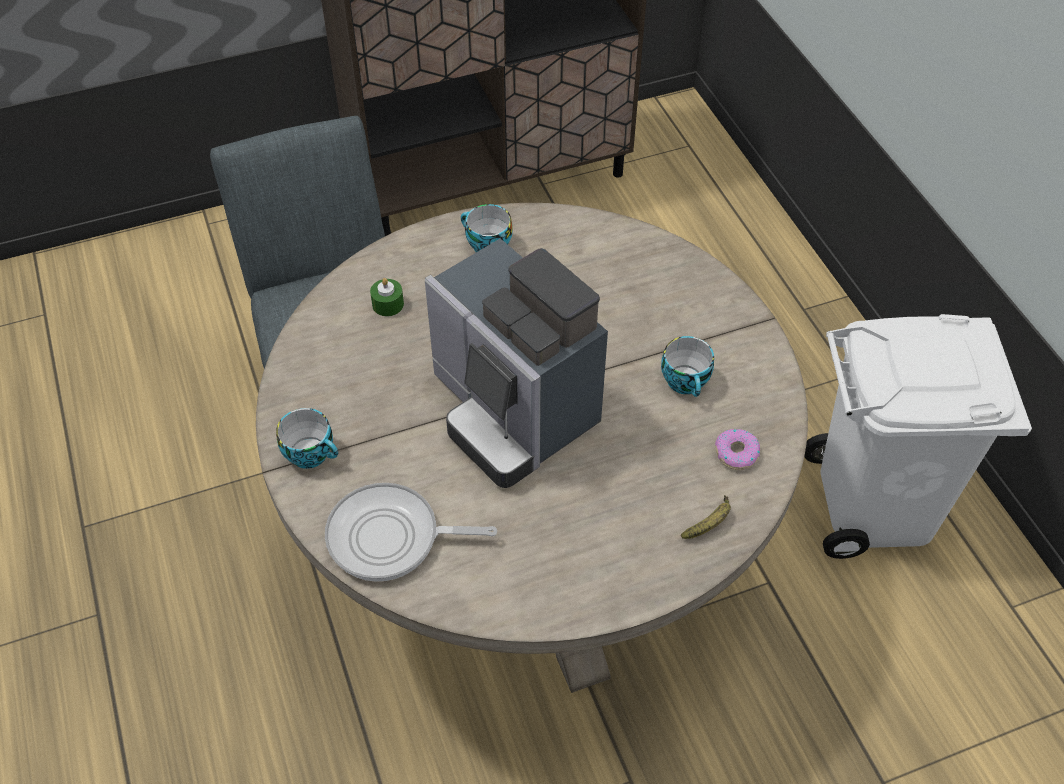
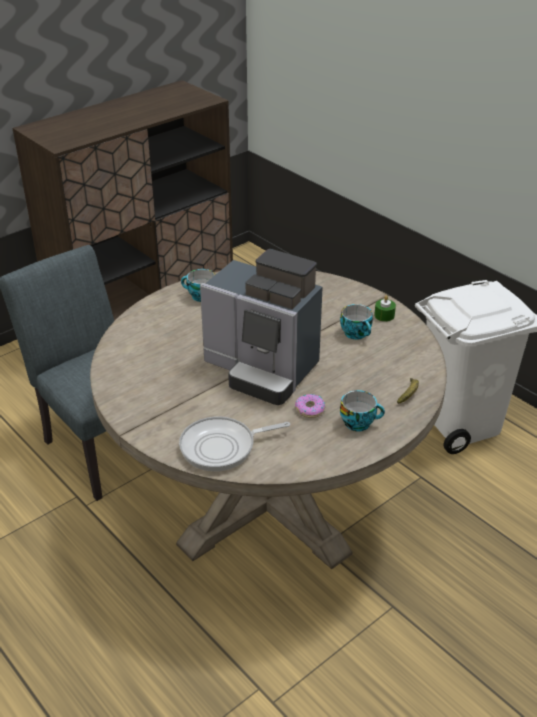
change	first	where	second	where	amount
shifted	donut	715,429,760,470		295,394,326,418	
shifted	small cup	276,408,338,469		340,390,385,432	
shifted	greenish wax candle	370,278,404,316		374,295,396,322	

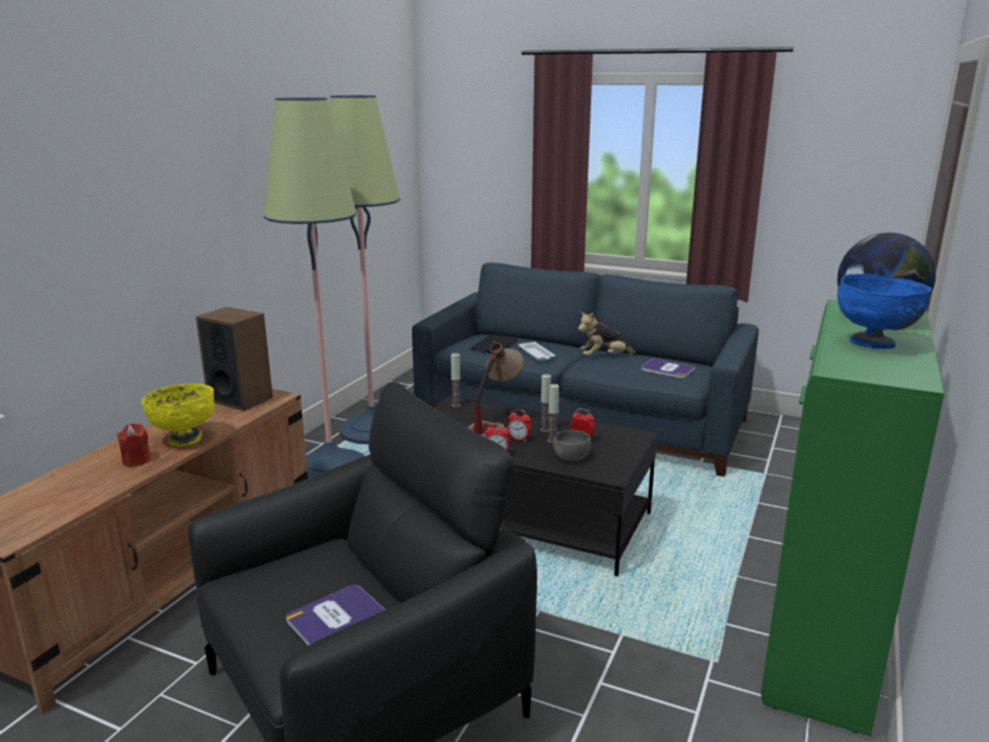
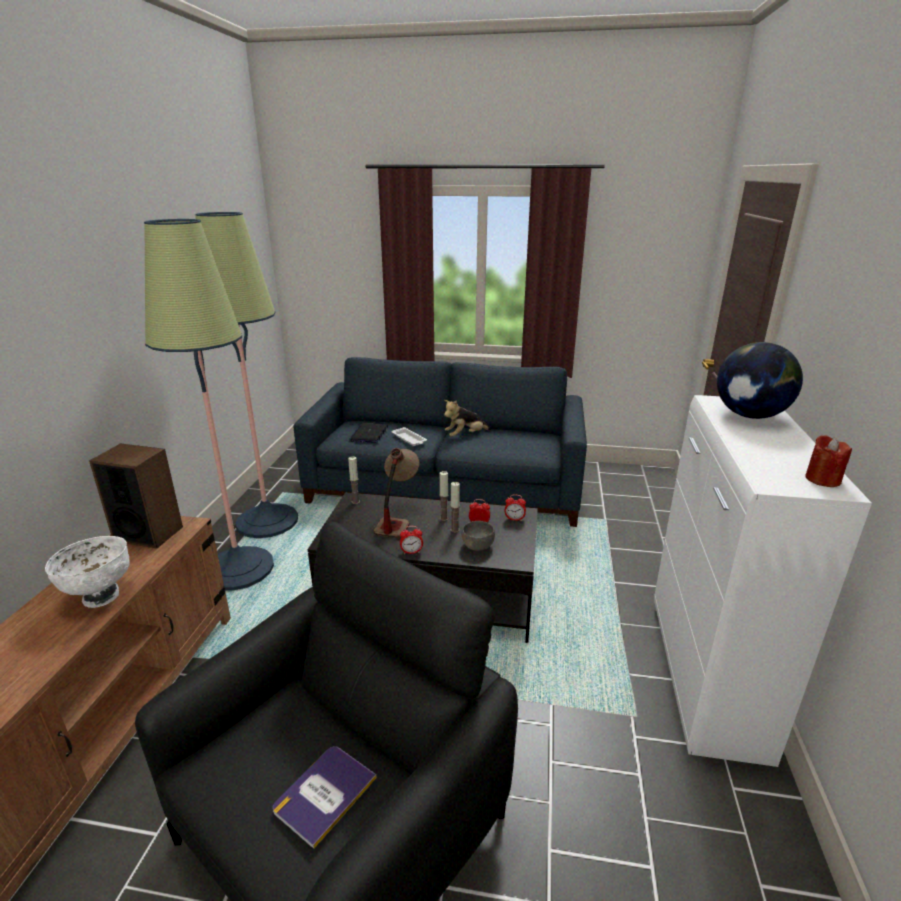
change	first	where	second	where	amount
repainted	yellowish serving bowl	141,384,214,446	white-coloured serving bowl	45,536,130,608	
shifted	alarm clock	507,409,531,442		505,494,526,521	
repainted	greenish cabinet	761,299,944,736	white-coloured cabinet	654,395,872,767	
shifted	reddish wax candle	117,423,151,467		805,435,852,487	
gone	volume	641,358,695,378			
gone	blue serving bowl	837,274,932,349			

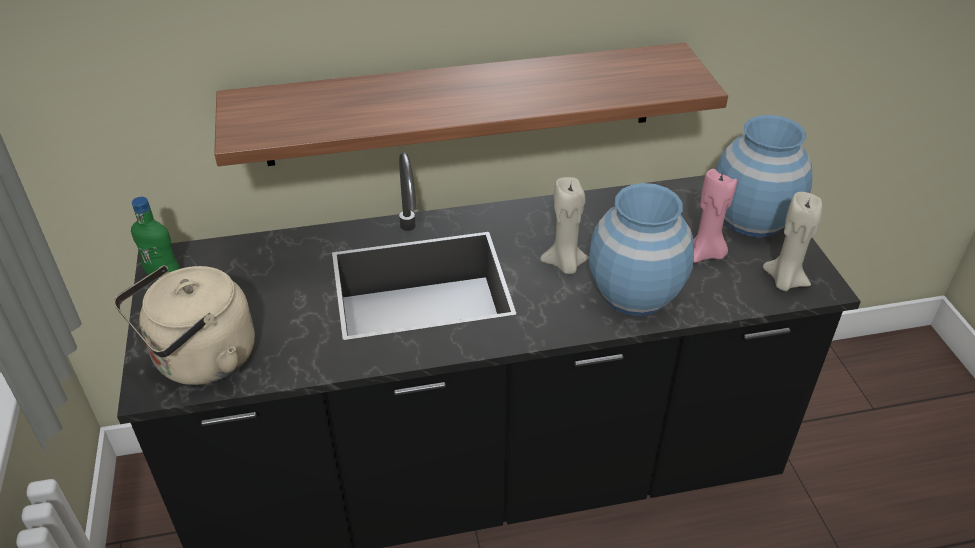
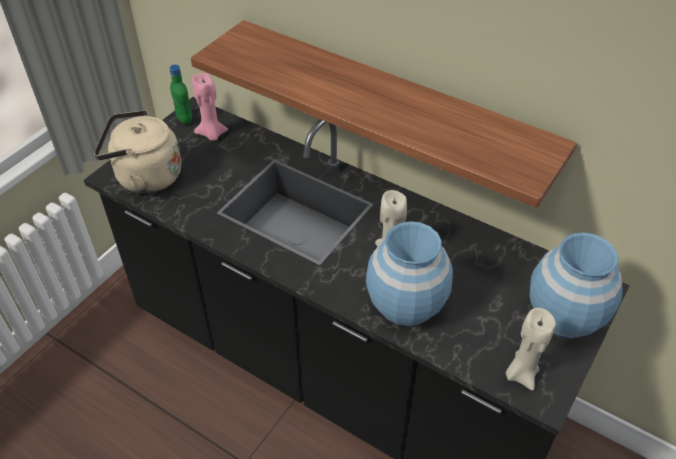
change	first	where	second	where	amount
shifted	pink-coloured wax candle	693,169,737,263		192,73,228,141	

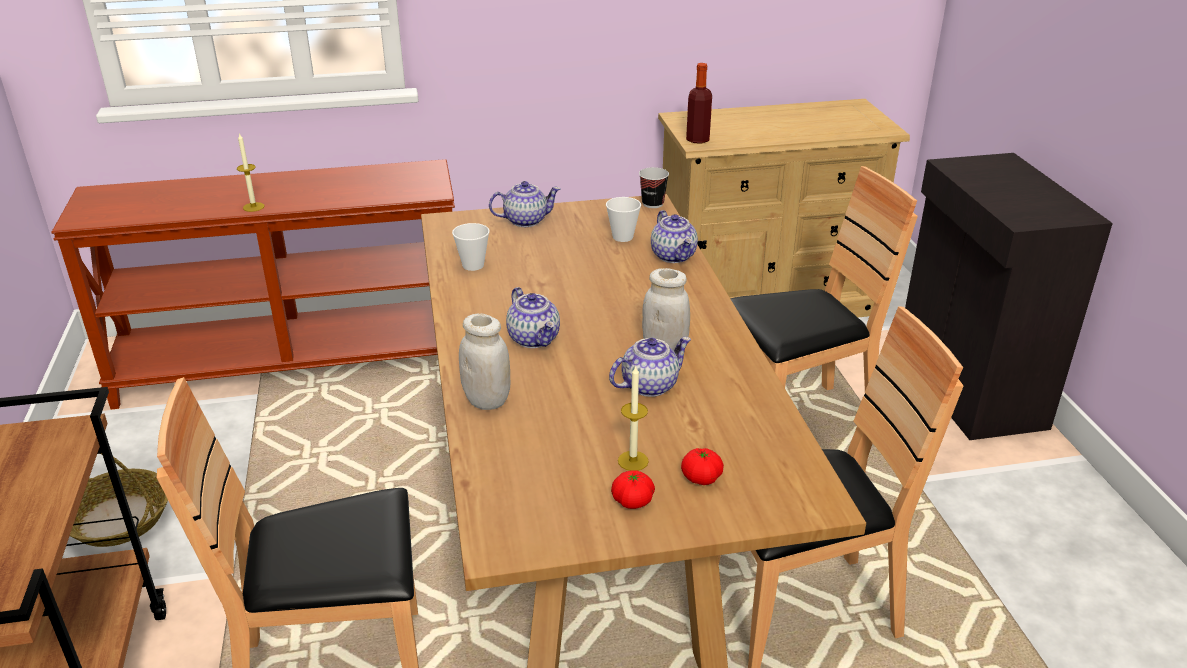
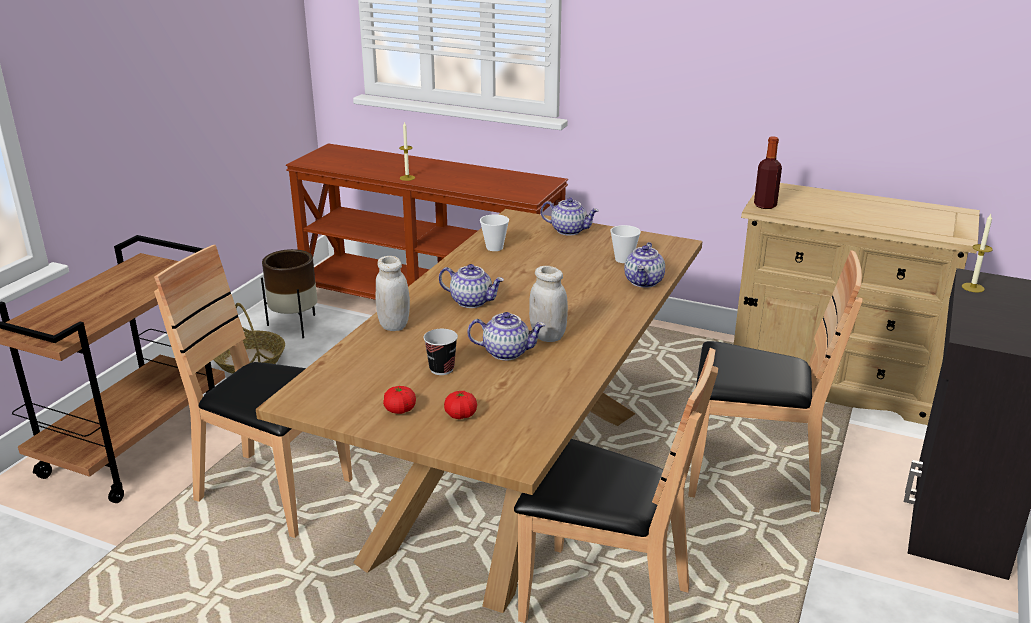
change	first	where	second	where	amount
new			brownish planter	261,249,318,338	
shifted	small cup	639,167,669,208		424,329,458,375	
rotated	pot for tea	506,287,560,348		439,264,504,308	75 degrees counterclockwise
shifted	wax candle	618,365,649,471		962,214,993,293	

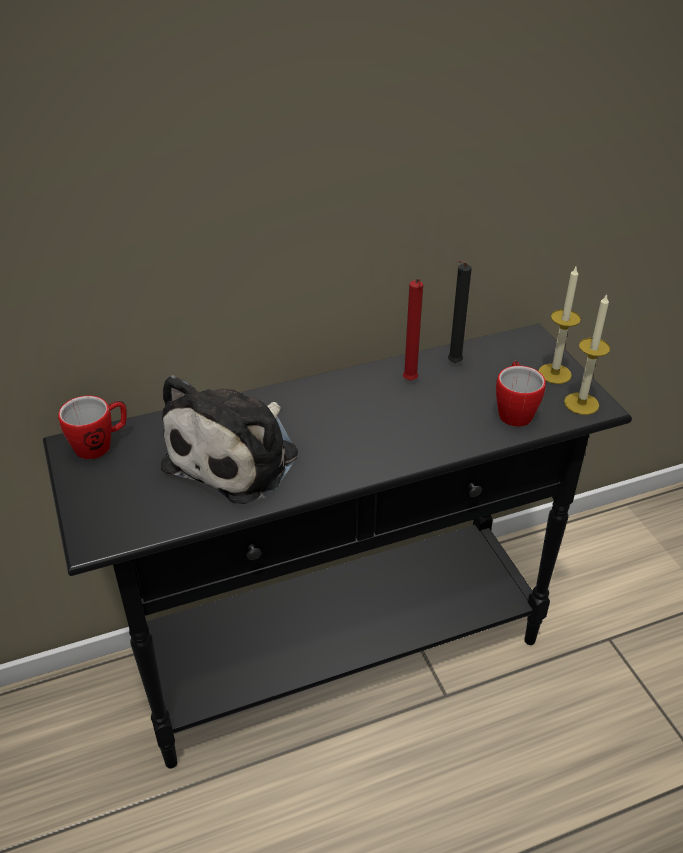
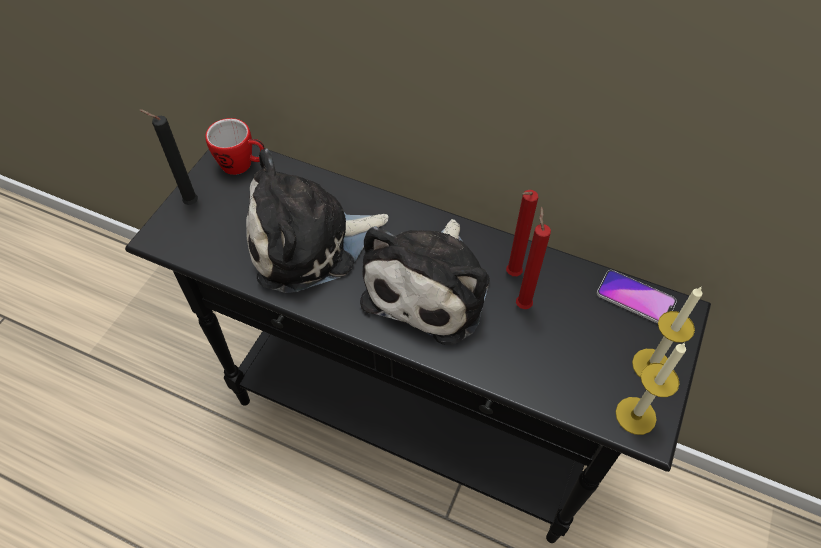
change	first	where	second	where	amount
shifted	black-coloured wax candle	448,260,472,363		140,110,198,205	
new			soft toy	360,219,490,345	
new			reddish wax candle	516,207,551,309	
new			handset	597,270,677,324	
gone	coffee mug	496,361,546,427			

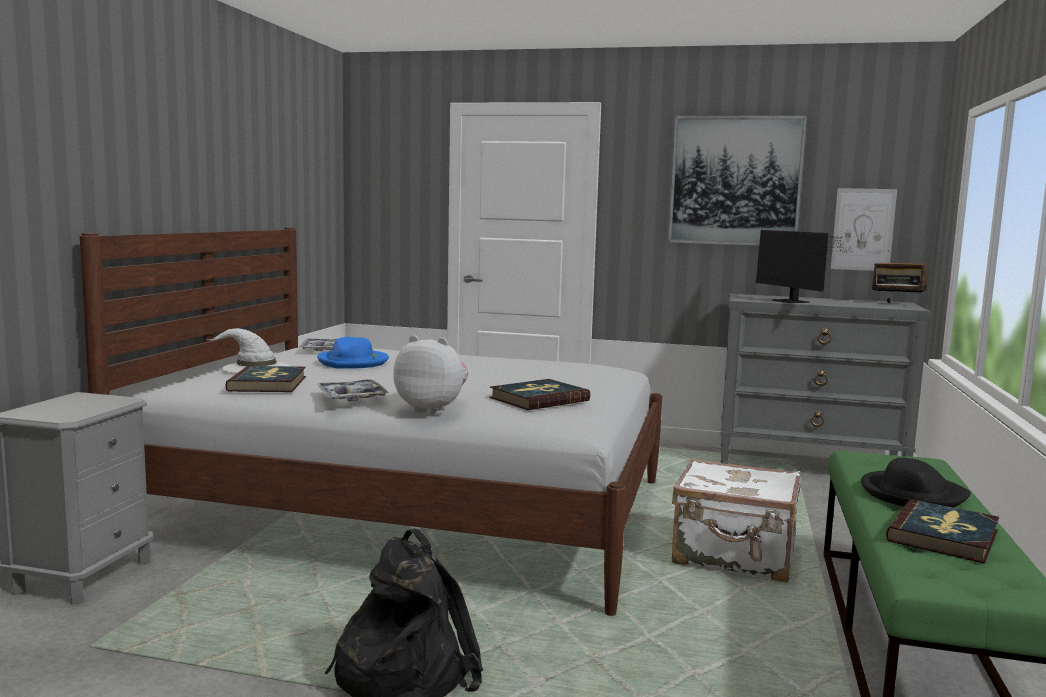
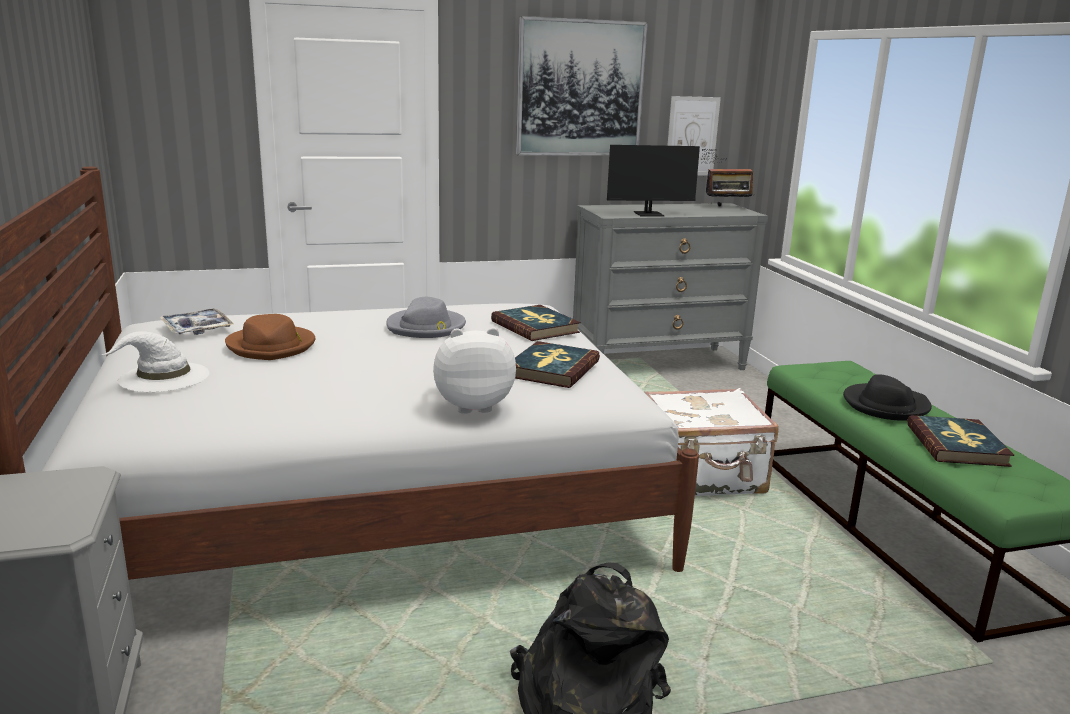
change	first	where	second	where	amount
repainted	blue wearable hat	318,337,389,369	brownish wearable hat	225,314,315,360	
new			grey wearable hat	386,297,466,338	
shifted	volume	225,366,306,392		491,305,581,341	
rotated	computer display	755,230,849,303		607,145,722,216	45 degrees counterclockwise
gone	serving tray	317,379,389,401			

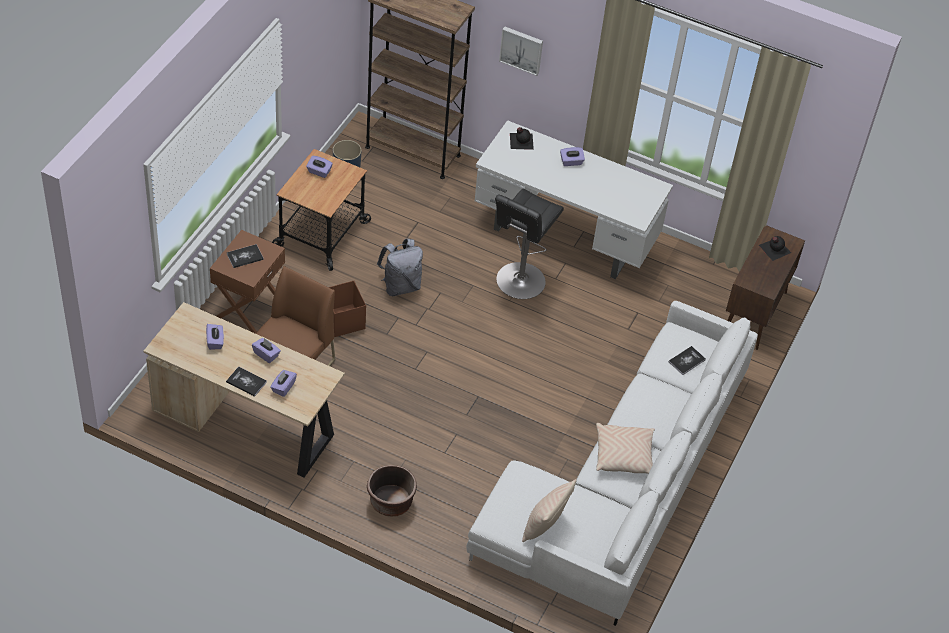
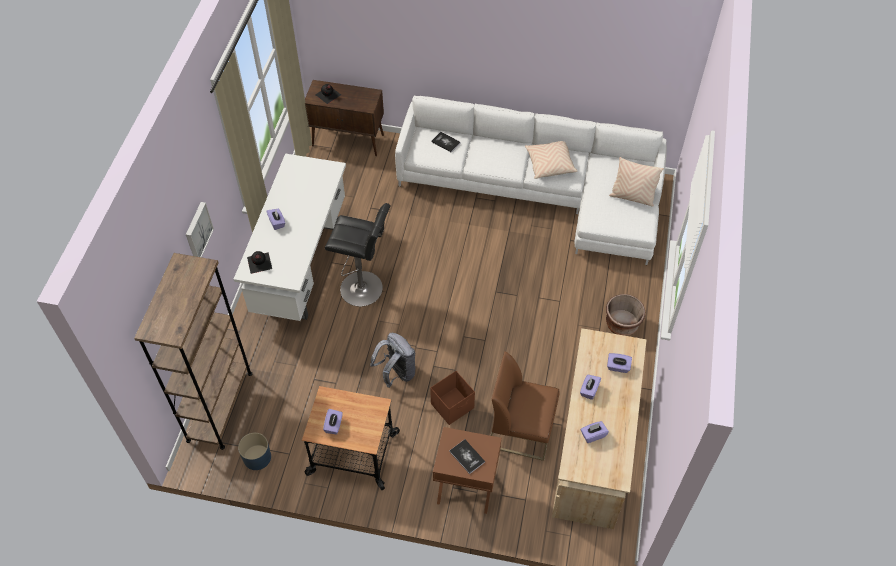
change	first	where	second	where	amount
gone	volume	226,366,267,397			

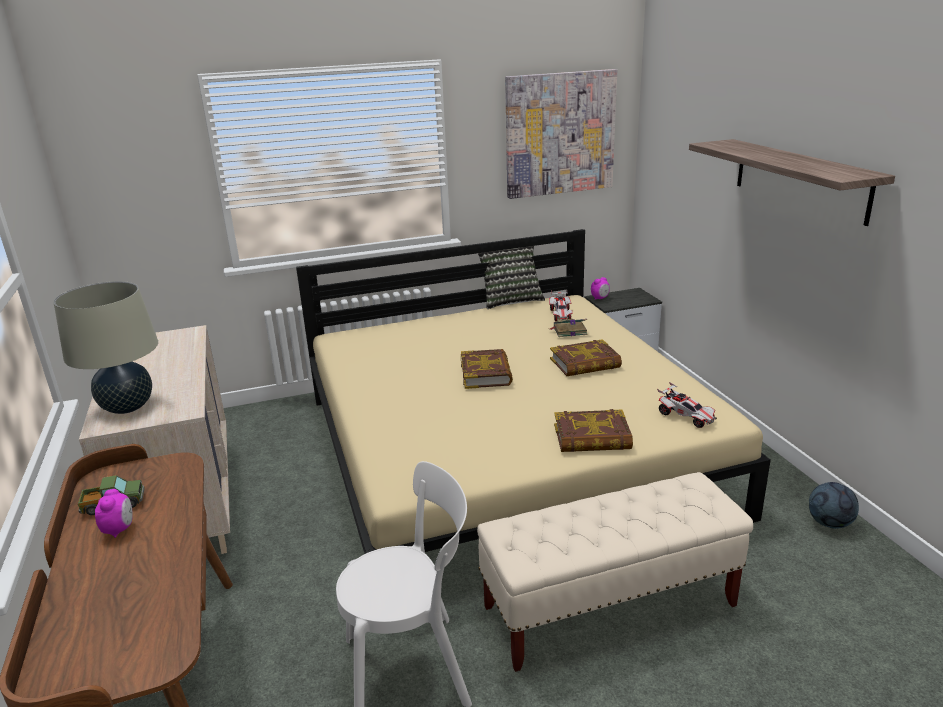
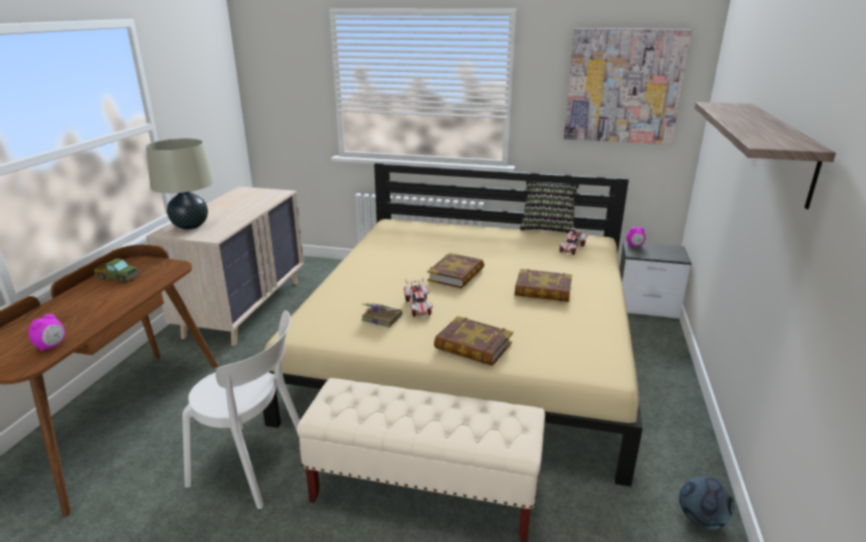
change	first	where	second	where	amount
shifted	alarm clock	95,489,133,538		28,314,65,352	
shifted	volume	549,319,587,337		361,303,402,328	
shifted	toy car	657,382,717,428		404,277,433,317	

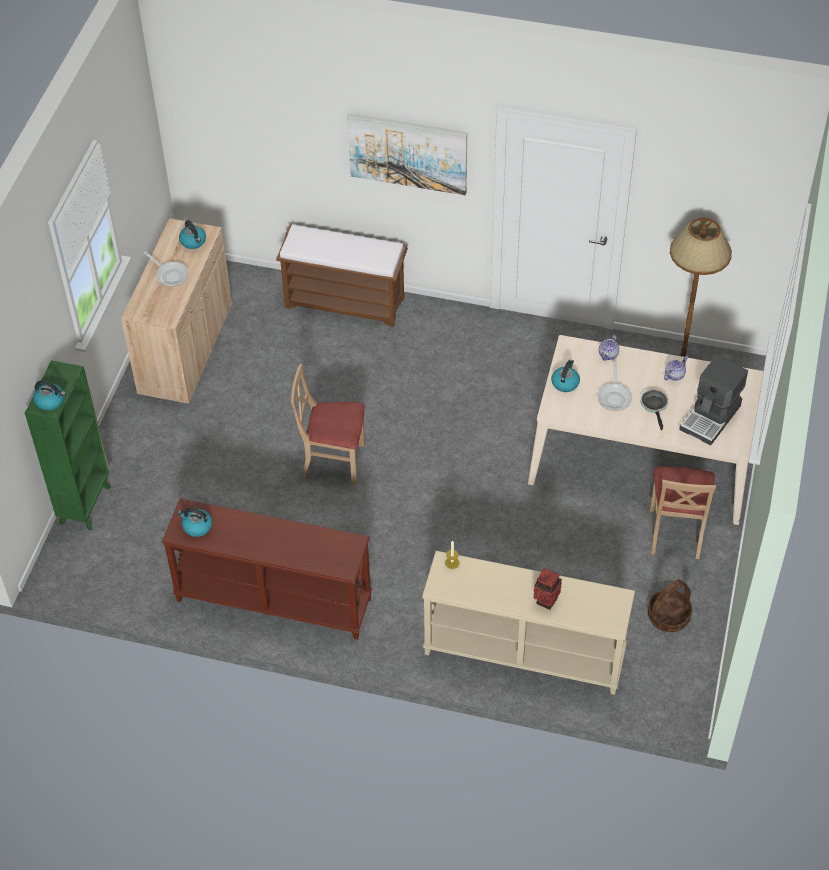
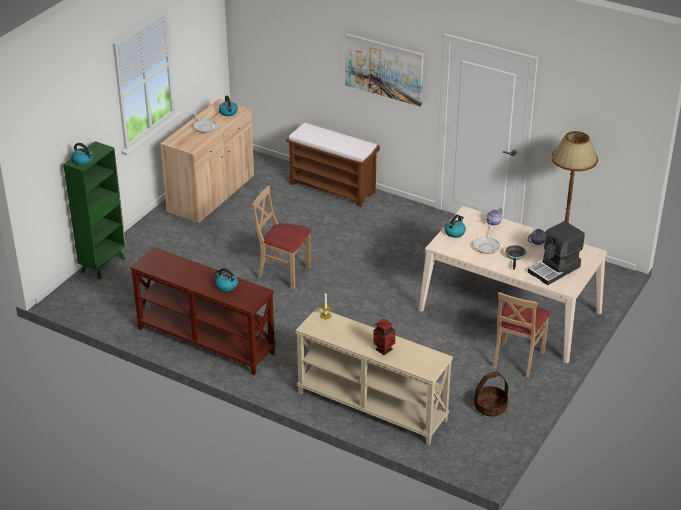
change	first	where	second	where	amount
shifted	kettle	177,508,212,537		214,268,238,292	

